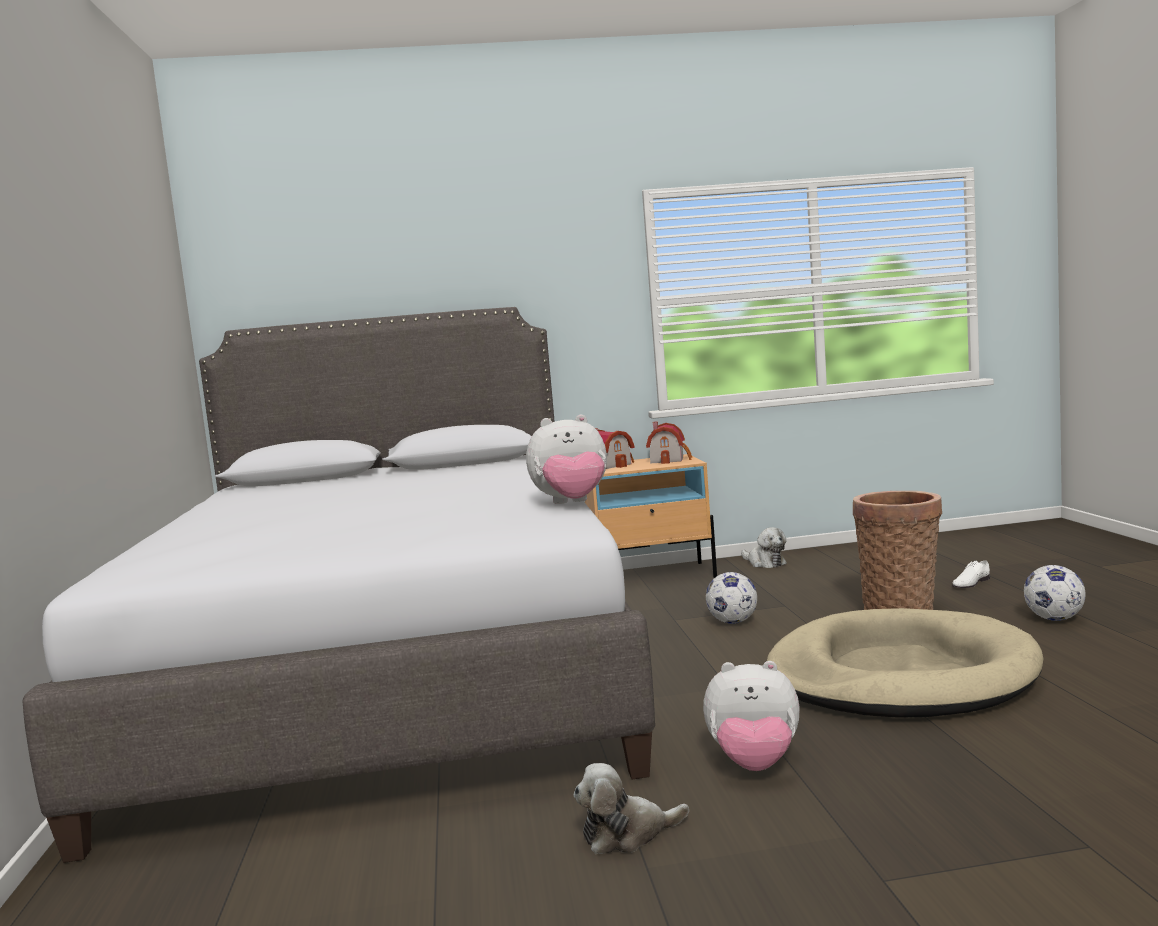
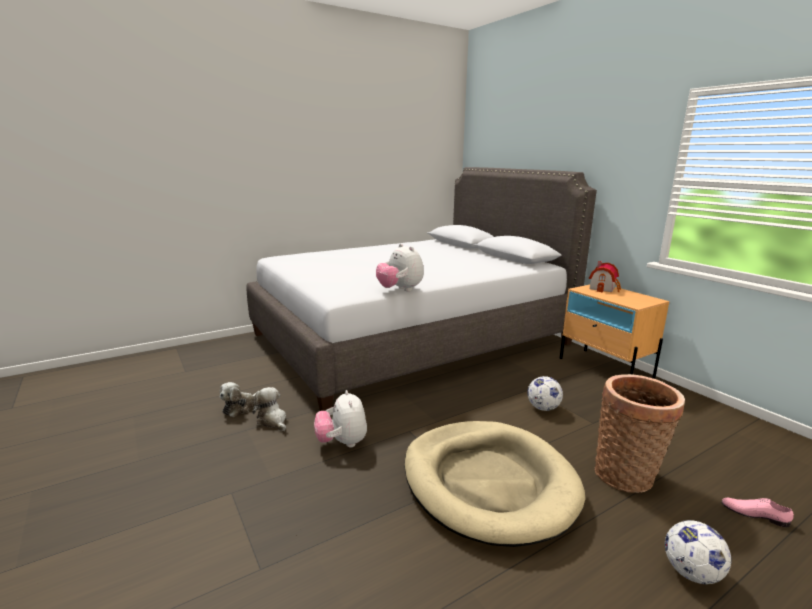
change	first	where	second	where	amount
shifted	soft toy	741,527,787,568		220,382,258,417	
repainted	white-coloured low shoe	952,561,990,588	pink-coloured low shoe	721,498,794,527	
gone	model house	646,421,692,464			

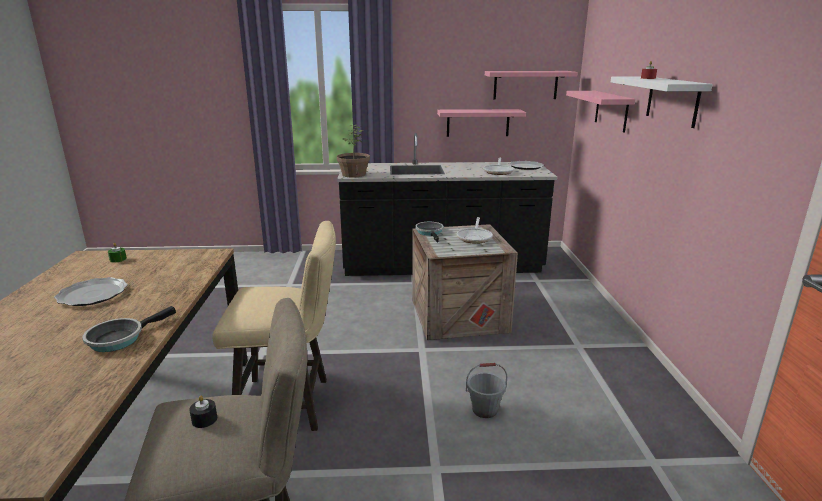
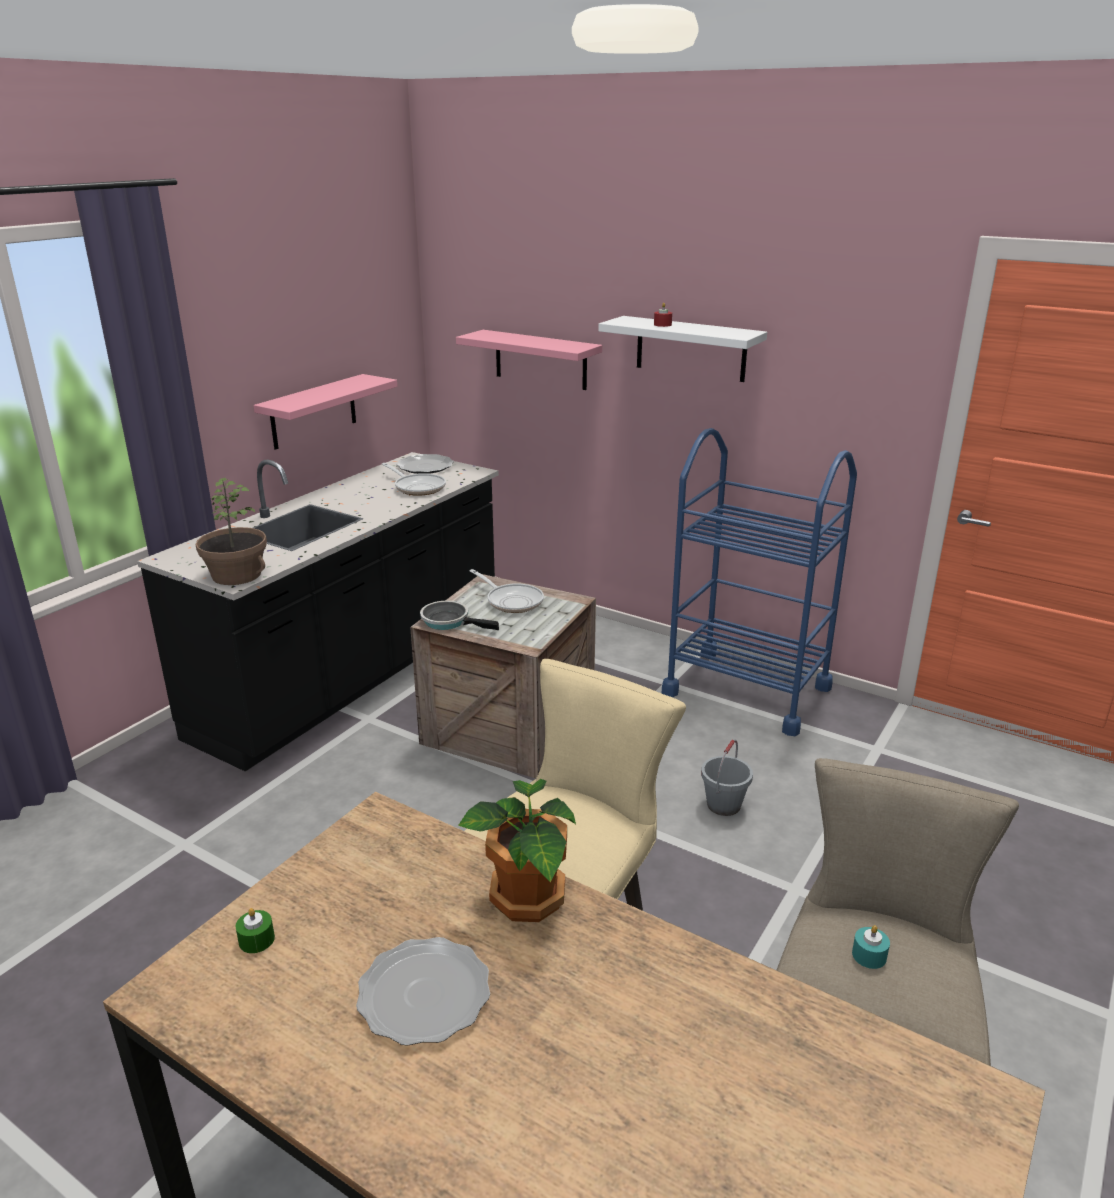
change	first	where	second	where	amount
new			plant in a pot	458,779,576,922	
new			blue trolley	661,428,857,736	
repainted	black-coloured wax candle	189,396,217,428	turquoise-coloured wax candle	852,925,890,969	
gone	frying pan	82,306,176,352			
gone	pink-coloured shelf	485,71,578,99			

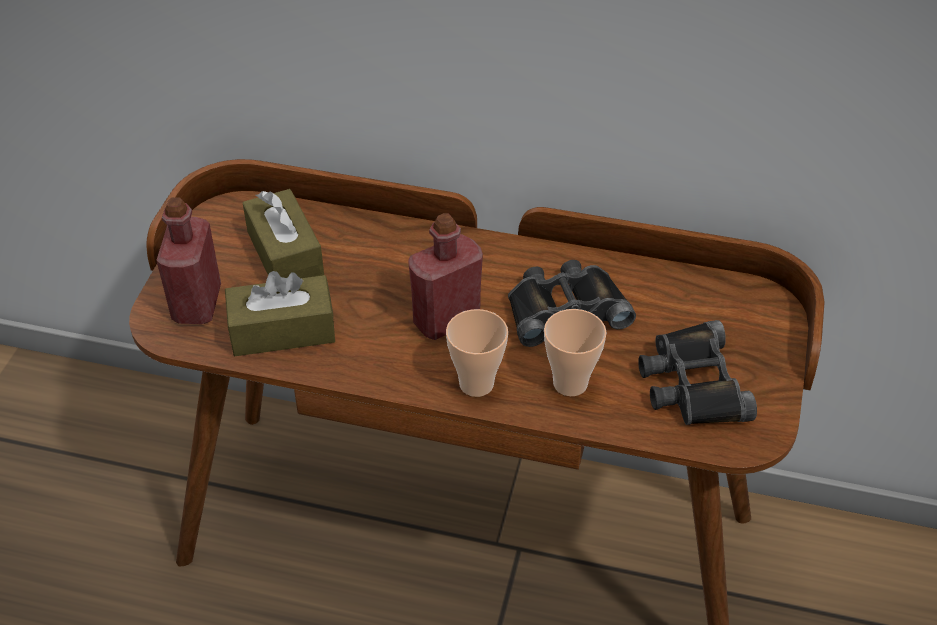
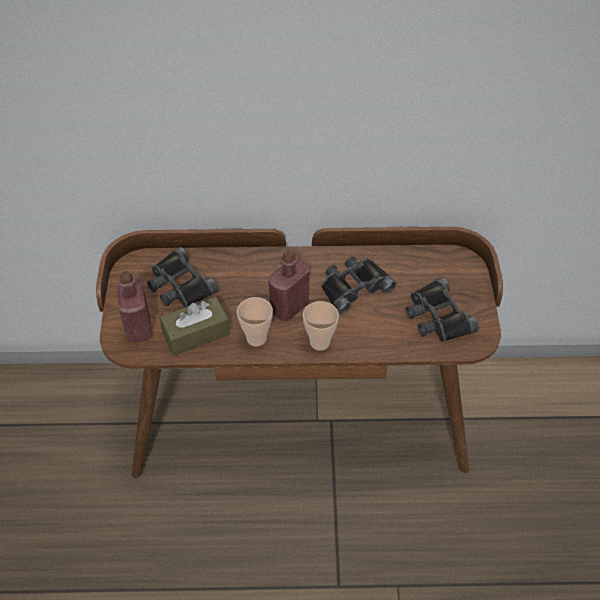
change	first	where	second	where	amount
swapped	brownish box of tissues	243,189,324,278	black-coloured pair of binoculars	147,247,219,308	
shifted	small cup	544,309,607,396		237,297,273,346	

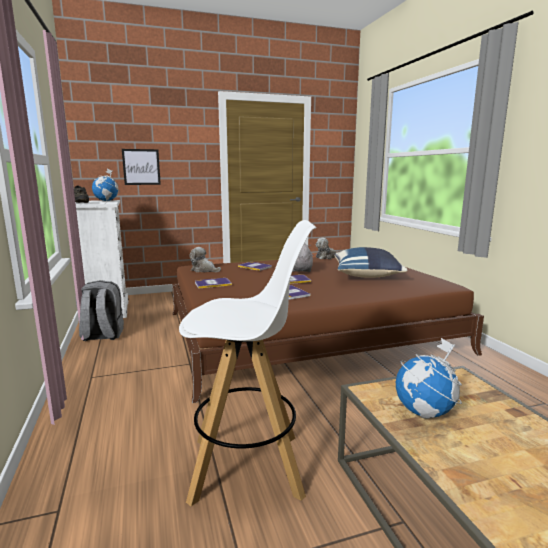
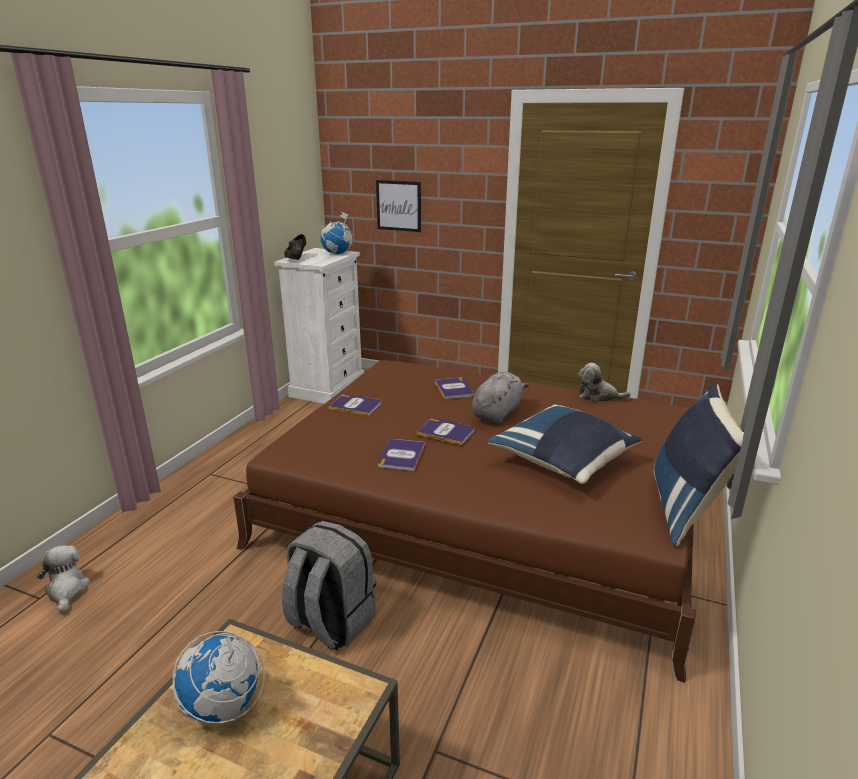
change	first	where	second	where	amount
shifted	soft toy	189,247,221,272		37,545,90,613	
shifted	grey knapsack	76,280,124,341		282,521,376,650	
new			blue pillow	654,383,744,546	
gone	white-coloured stool seat	179,220,317,506			

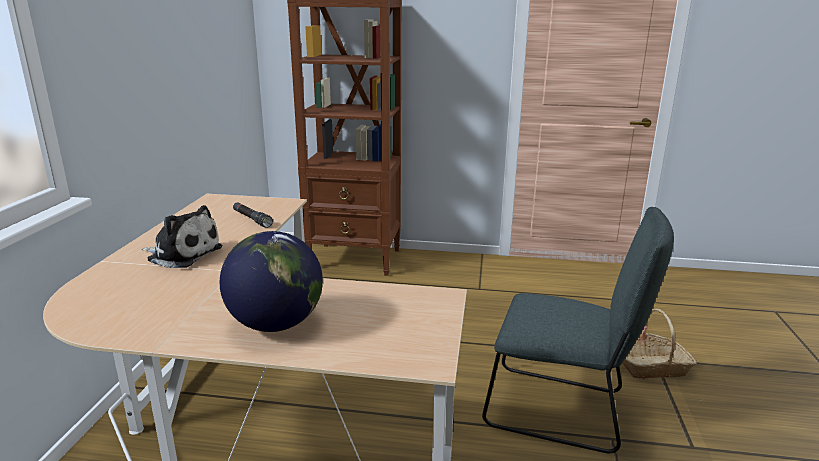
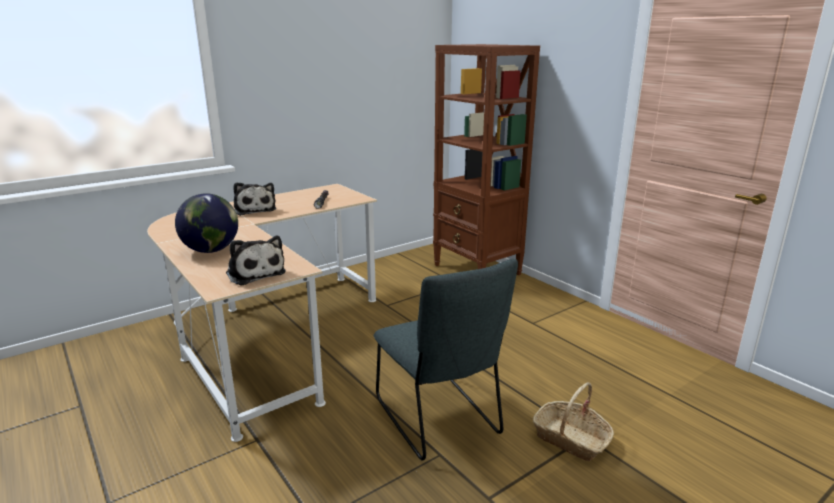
change	first	where	second	where	amount
new			soft toy	226,236,286,286	

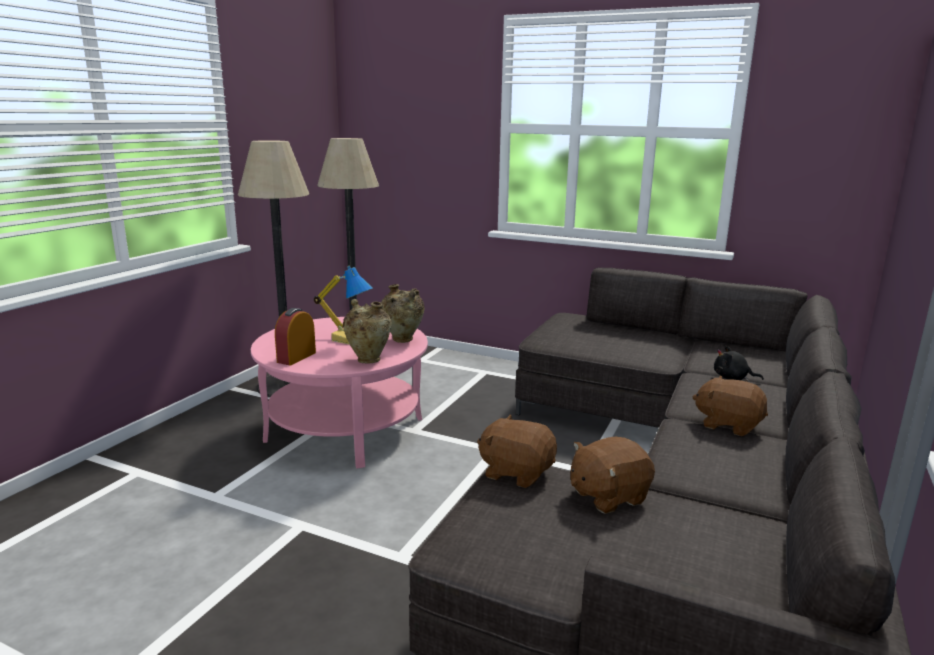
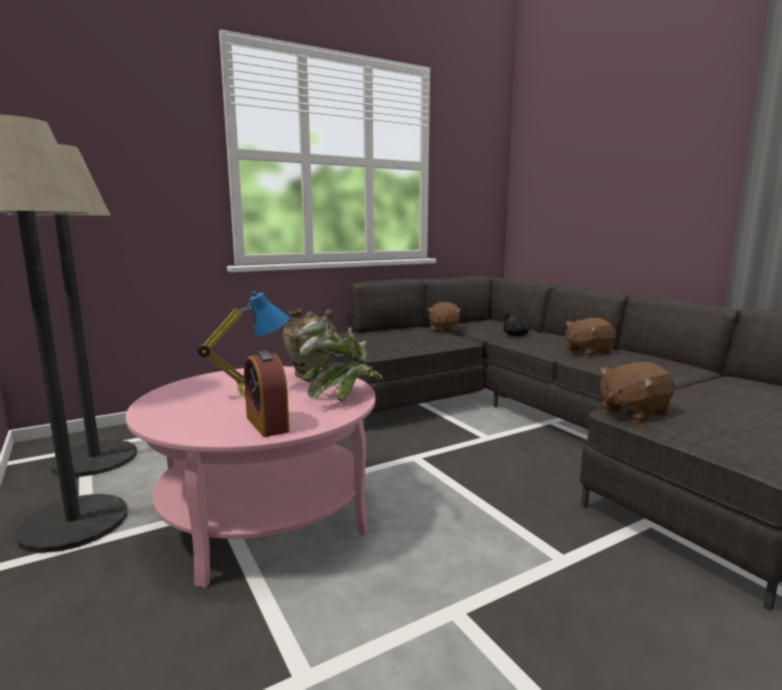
change	first	where	second	where	amount
swapped	beige-coloured flower vase	343,299,392,363	plant in a pot	298,321,383,402	
shifted	brownish soft toy	570,437,655,514		427,302,461,333	

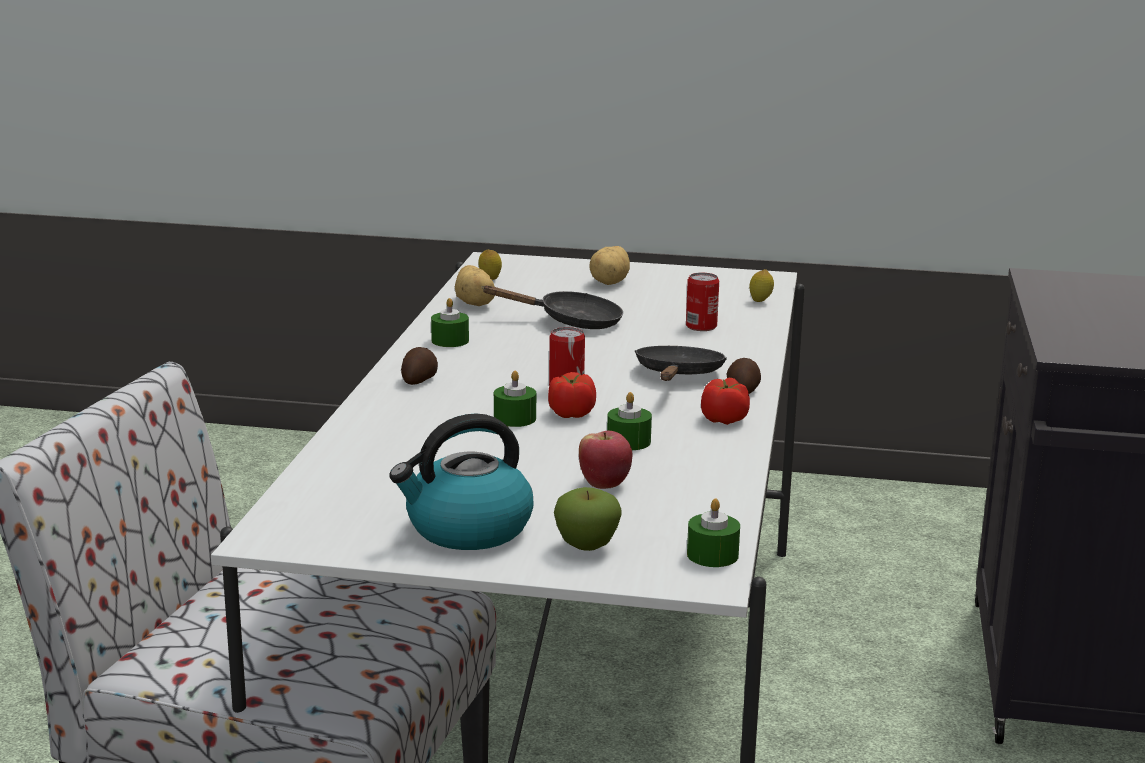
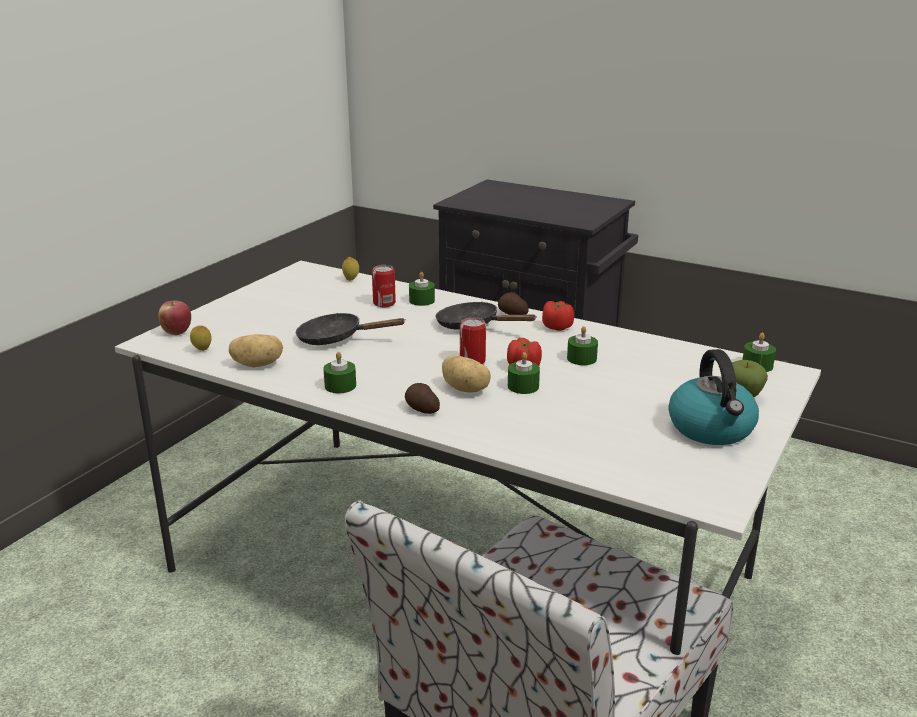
change	first	where	second	where	amount
shifted	apple	579,431,632,489		158,301,191,335	
rotated	black-coloured frying pan	481,285,623,329		296,313,406,345	105 degrees counterclockwise
new			greenish wax candle	409,272,435,306	
shifted	spud	589,246,630,285		442,355,491,393	

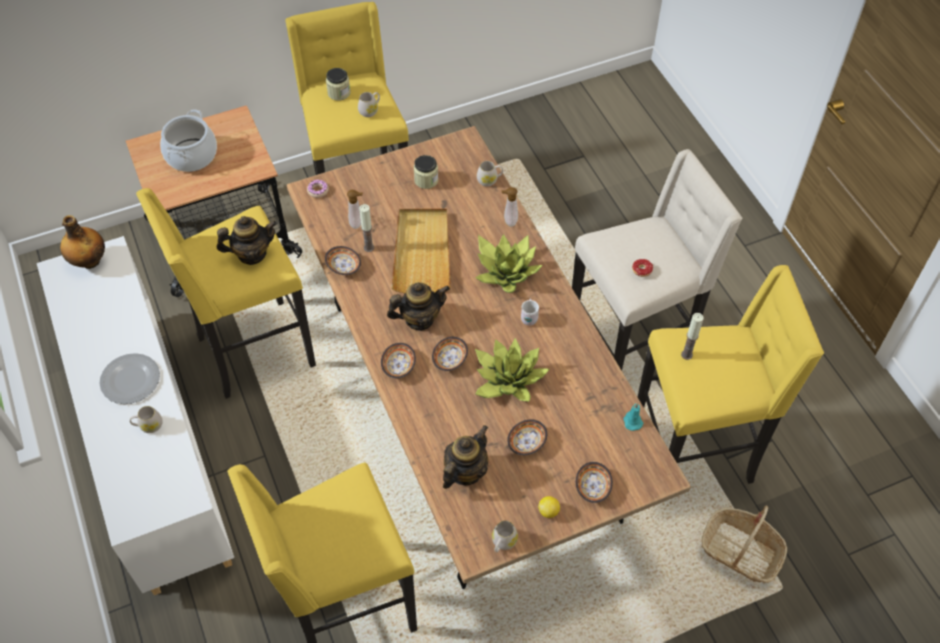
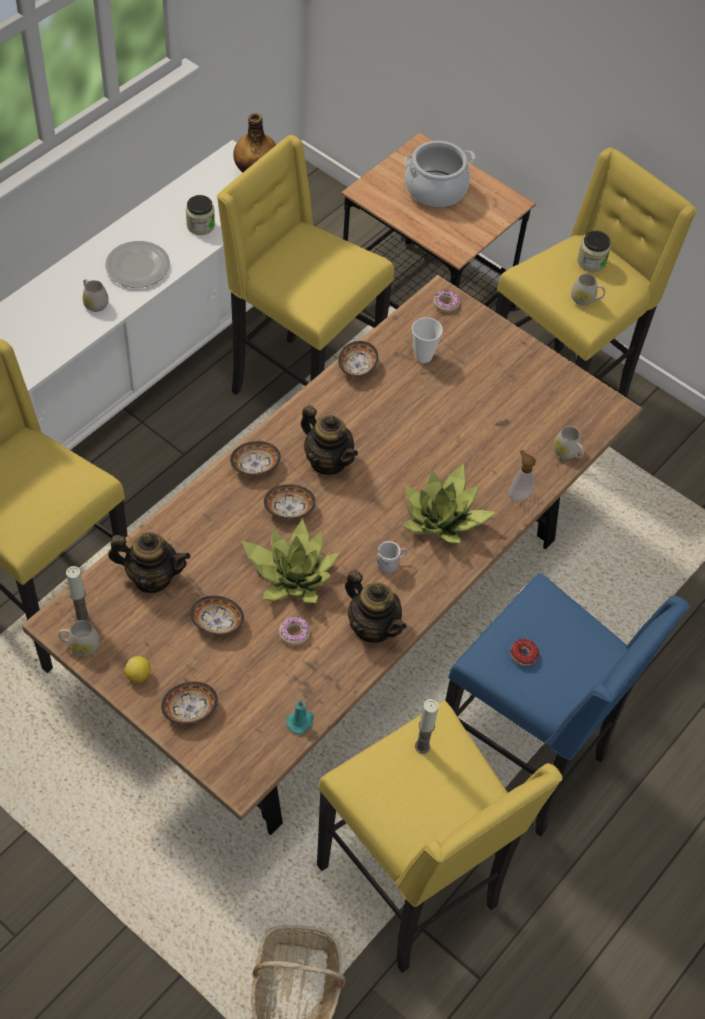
change	first	where	second	where	amount
shifted	wax candle	359,204,374,252		66,566,90,621	
shifted	jar	414,155,438,189		186,195,215,235	
new			donut	279,617,310,646	
shifted	pot for tea	217,216,277,265		345,570,406,643	
swapped	liquid soap bottle	347,190,363,229	small cup	412,317,443,363	
repainted	beige-coloured stool seat	572,149,742,371	blue stool seat	445,573,690,837	
gone	beige-coloured serving tray	391,209,451,293			

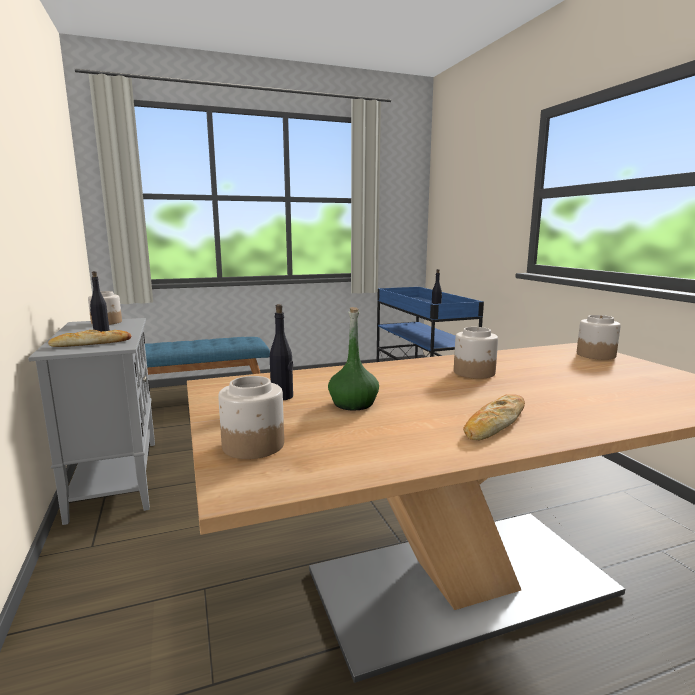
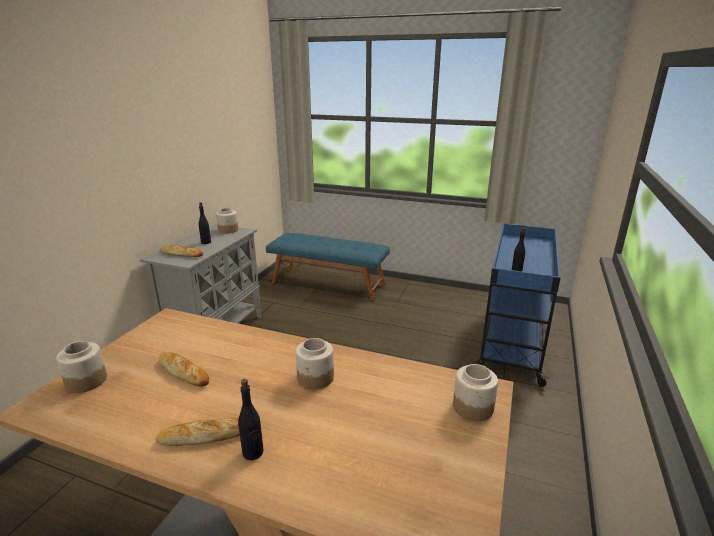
change	first	where	second	where	amount
swapped	greenish beverage bottle	328,307,379,411	bakery bread	159,352,209,387	
shifted	black-coloured beverage bottle	270,304,293,400		238,379,263,460	

